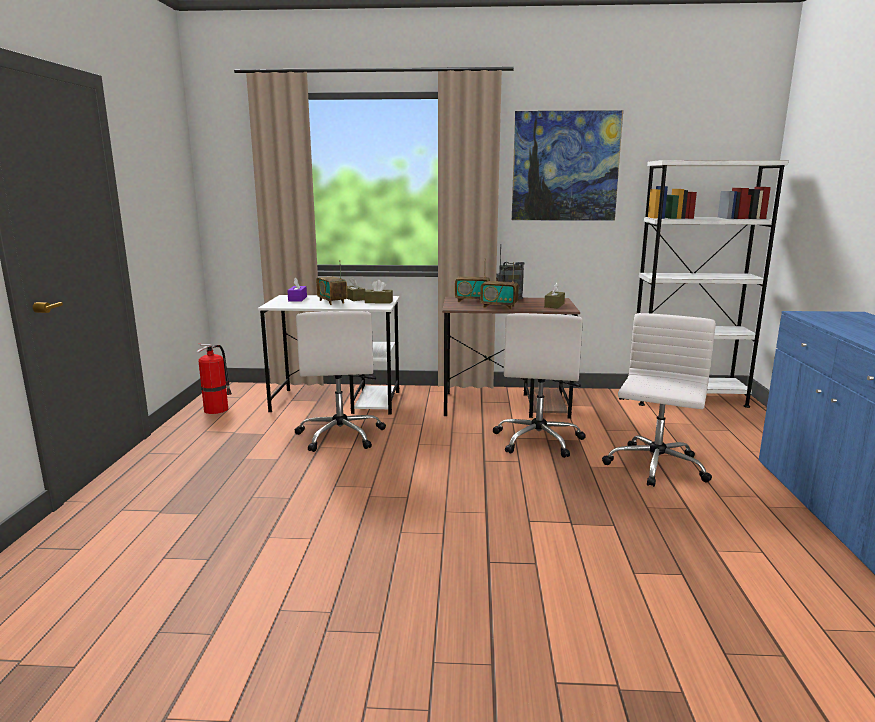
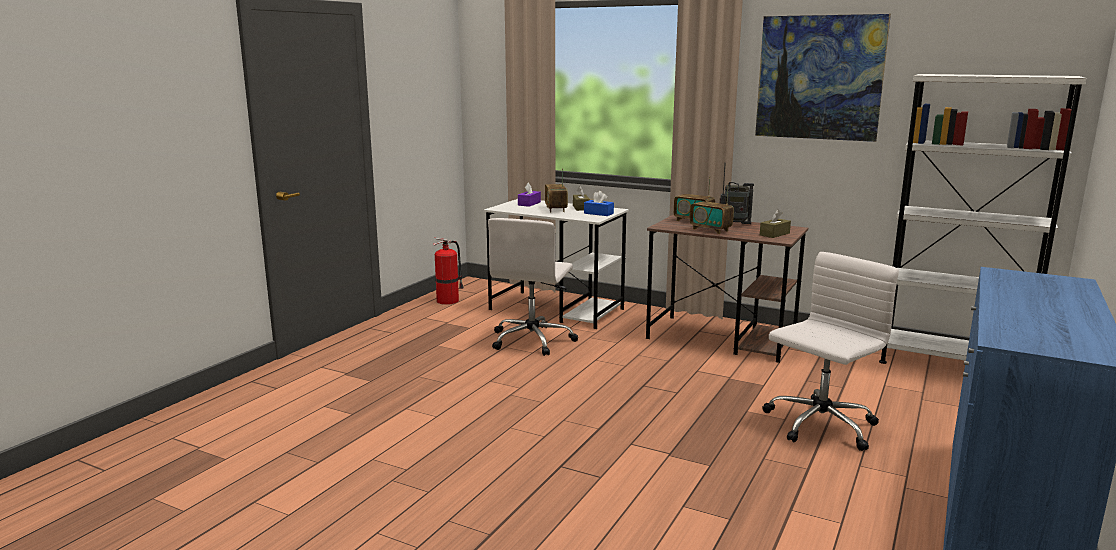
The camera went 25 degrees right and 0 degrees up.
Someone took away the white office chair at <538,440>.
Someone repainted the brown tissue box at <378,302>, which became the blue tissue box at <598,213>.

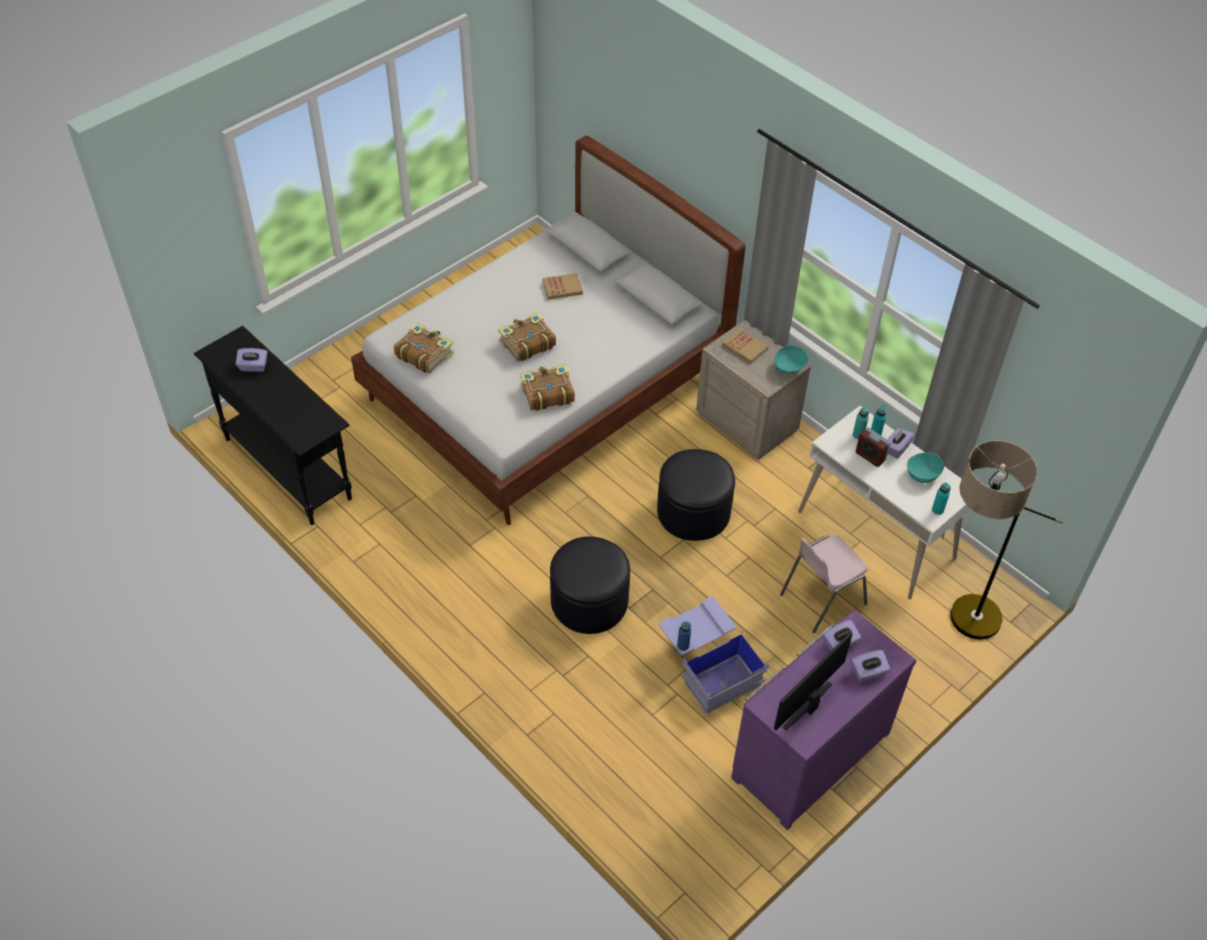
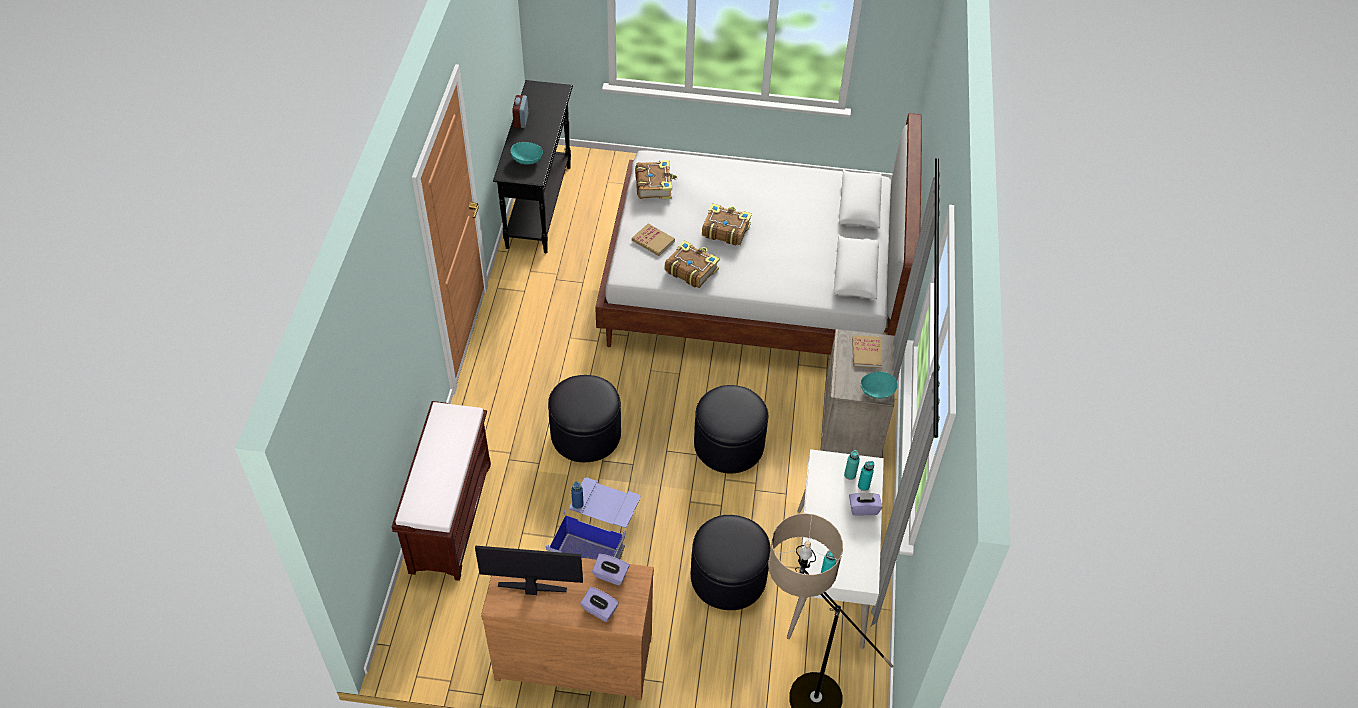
The camera went 50 degrees right and 0 degrees up.
Someone took away the purple tissue box at <253,366>.
Someone put down the brown bench at <450,515>.
Someone carried the book from <562,288> to <653,241>.
Someone carried the alarm clock from <870,456> to <521,120>.
Someone carried the turquoise bowl from <922,474> to <527,160>.
Someone swapped the pink chair at <821,599> for the black ottoman at <728,577>.
Someone repainted the purple dresser at <806,753>, which became the brown dresser at <573,653>.

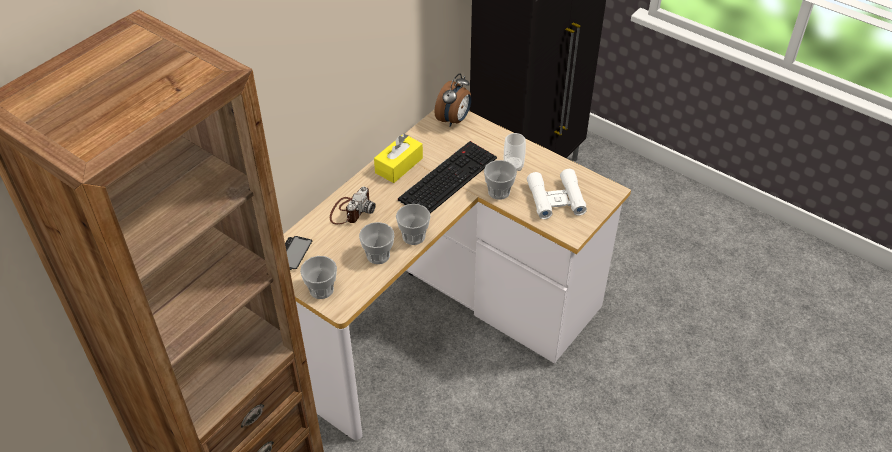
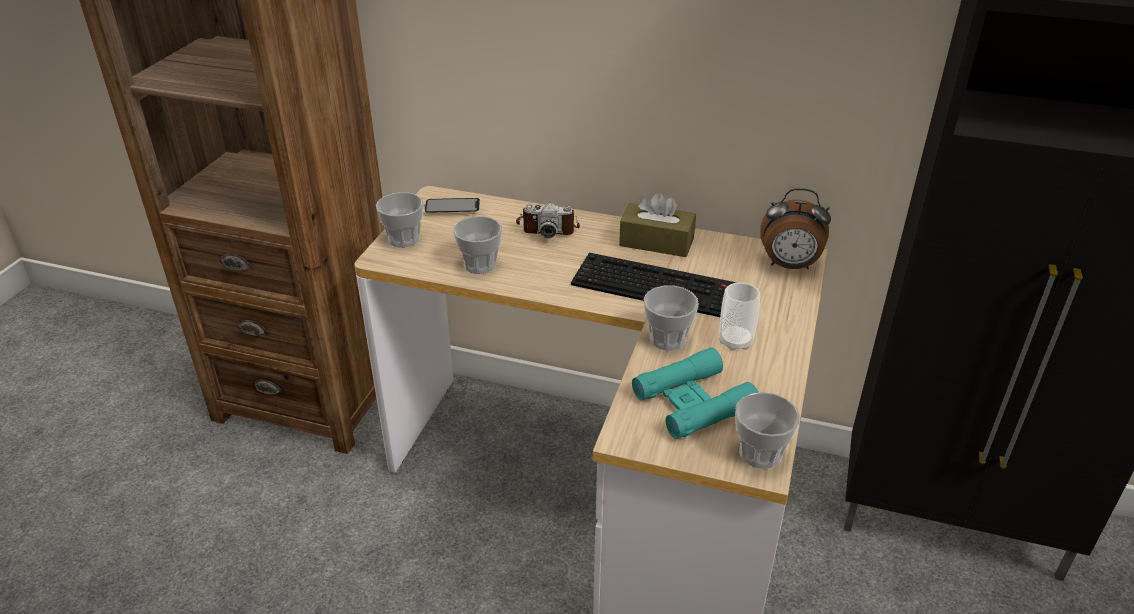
The camera went 70 degrees right and 10 degrees down.
Someone carried the cup from <413,236> to <760,453>.
Someone repainted the yellow tissue box at <399,165>, which became the brown tissue box at <656,242>.
Someone repainted the white binoculars at <556,199>, which became the turquoise binoculars at <693,402>.

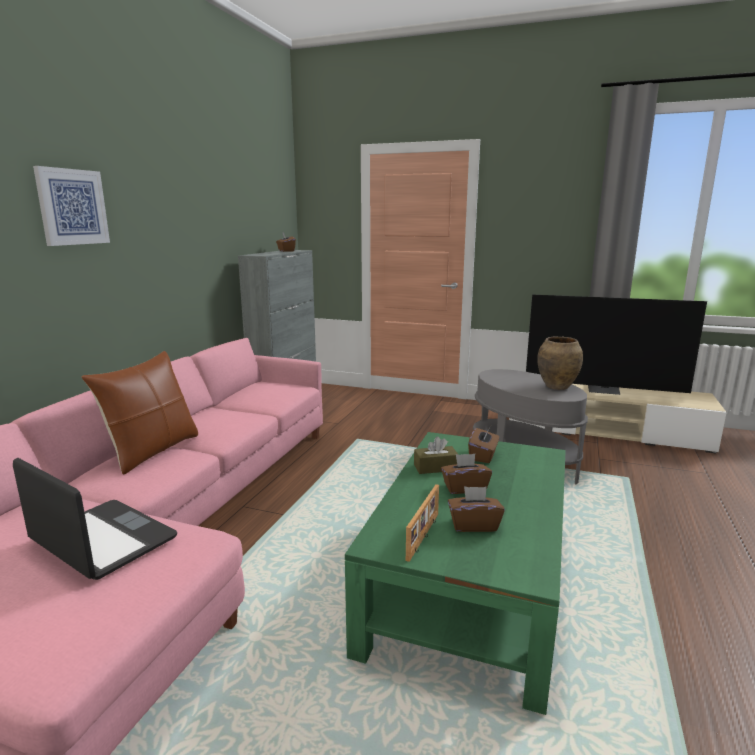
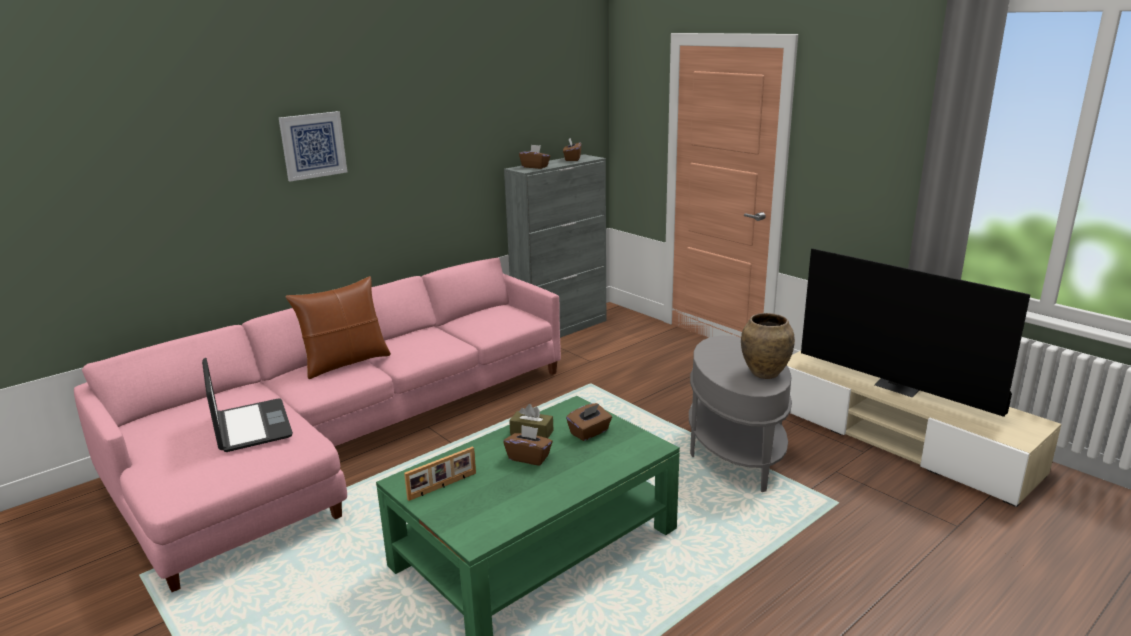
The camera went 30 degrees right and 5 degrees up.
Someone carried the brown tissue box from <473,525> to <535,167>.

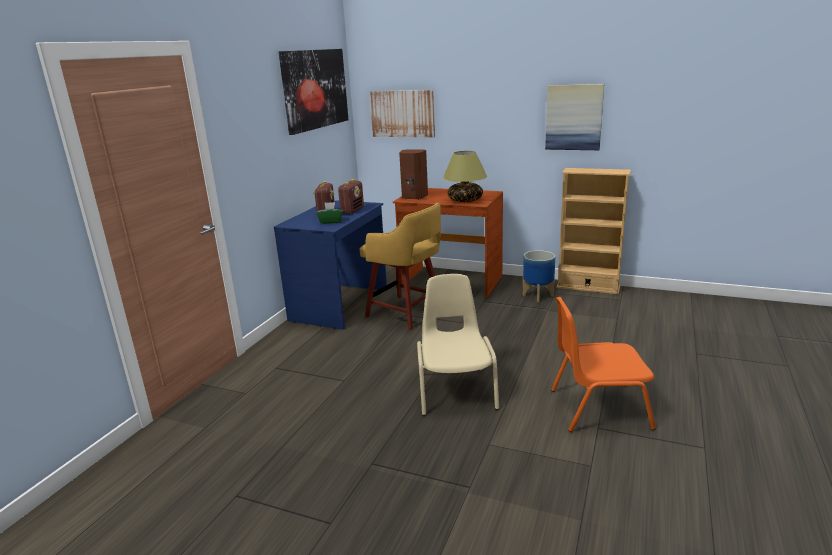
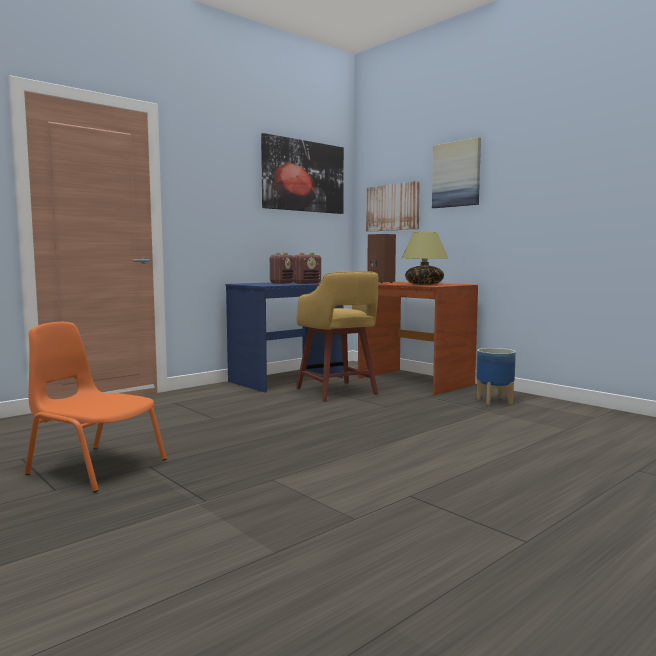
The camera went 25 degrees right and 15 degrees down.
Someone took away the green tissue box at <331,221>.
Someone took away the beige chair at <455,390>.
Someone took away the beige bookcase at <588,287>.
Someone carried the picture from <574,117> to <456,174>.
Someone carried the orange chair from <597,408> to <95,467>.

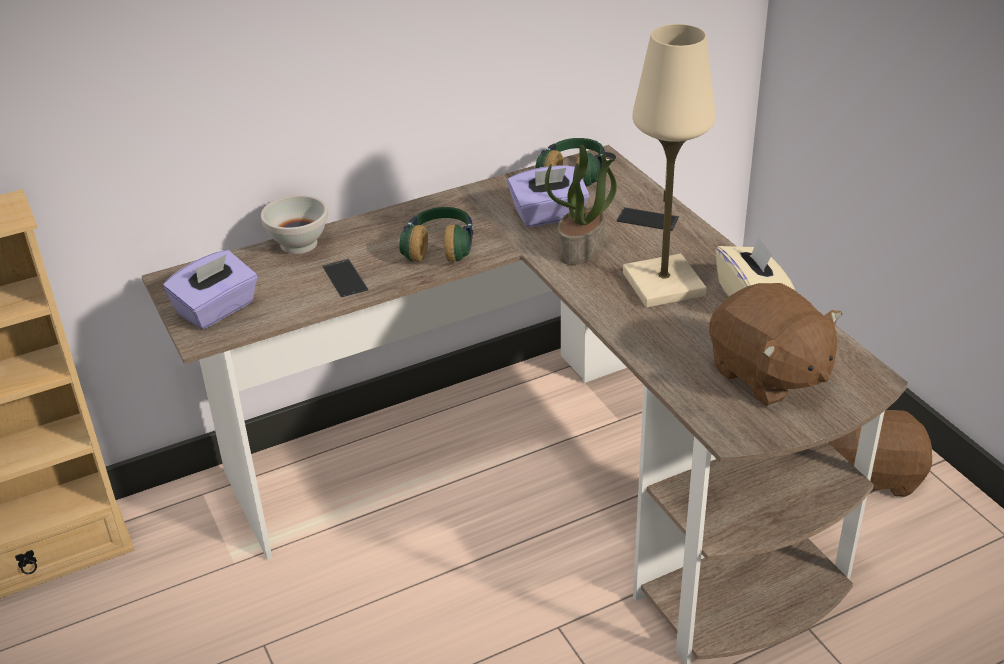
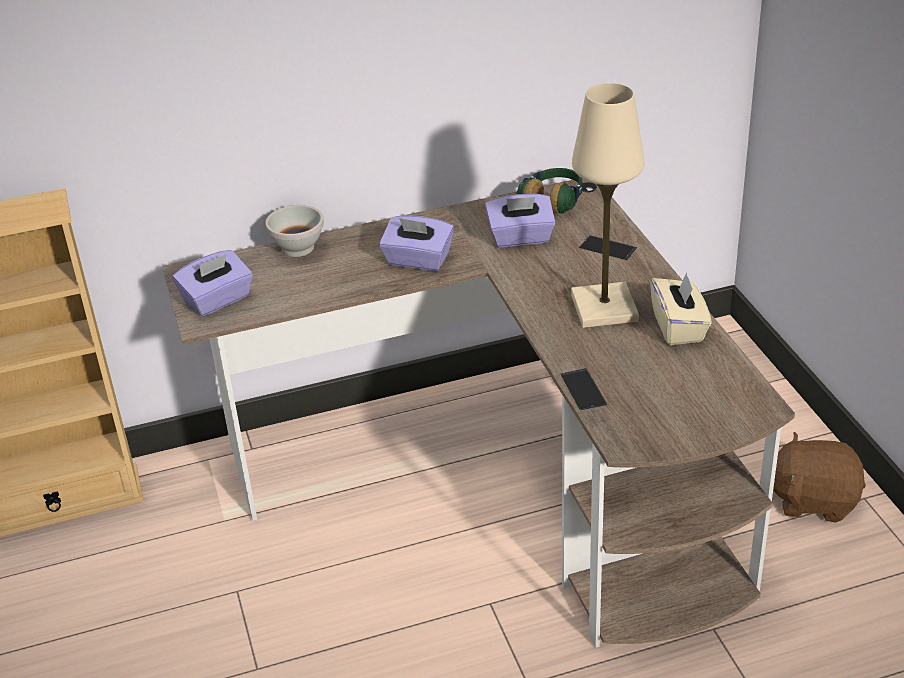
The camera went 10 degrees right and 0 degrees up.
Someone took away the potted plant at <581,249>.
Someone took away the brown plush toy at <768,375>.
Someone carried the phone from <345,278> to <583,389>.
Someone swapped the headphones at <440,248> for the purple tissue box at <418,260>.

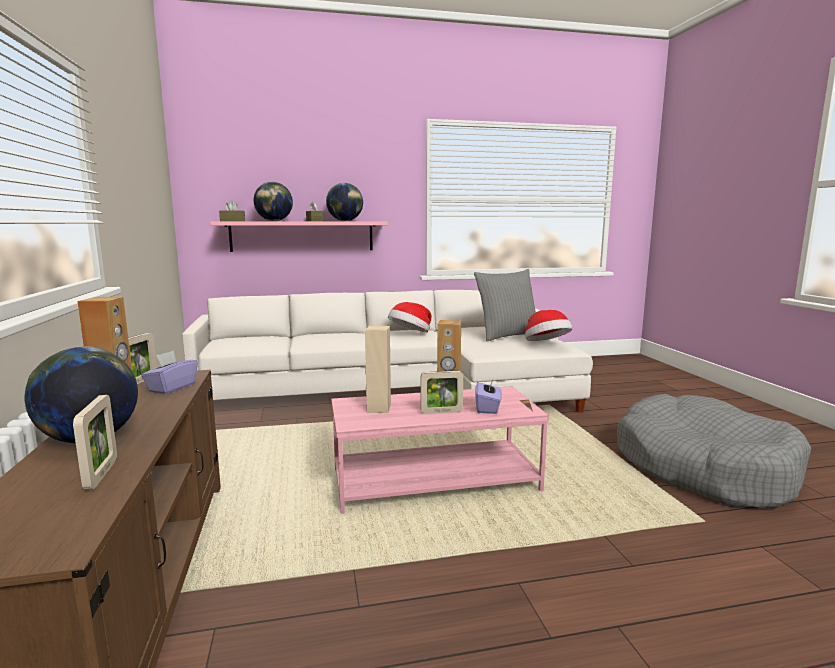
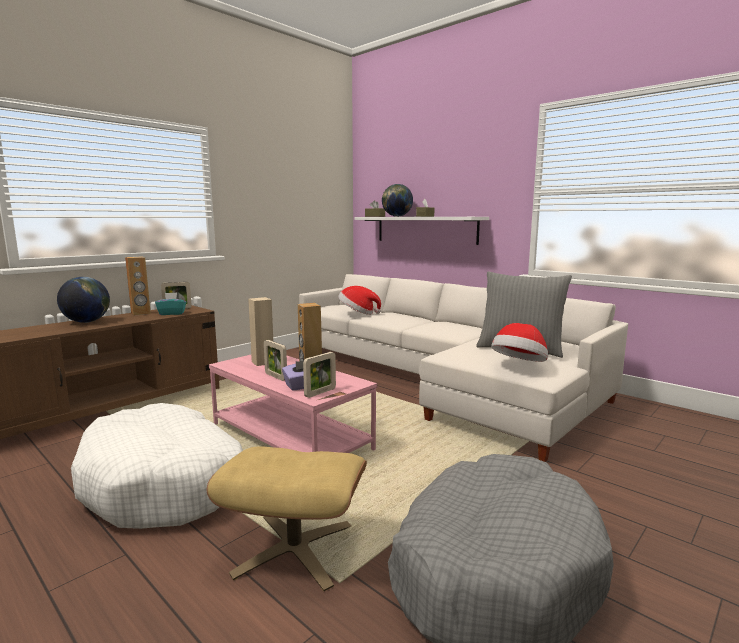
The camera went 55 degrees right and 0 degrees up.
Someone took away the globe at <345,221>.
Someone put down the white dog bed at <166,484>.
Someone put down the beige ottoman at <294,549>.
Someone carried the picture frame from <101,474> to <320,392>.
Someone carried the hat from <410,334> to <358,313>.
Someone repainted the purple tissue box at <171,388>, which became the turquoise tissue box at <172,313>.
Someone repainted the pink shelf at <302,236>, which became the white shelf at <425,229>.

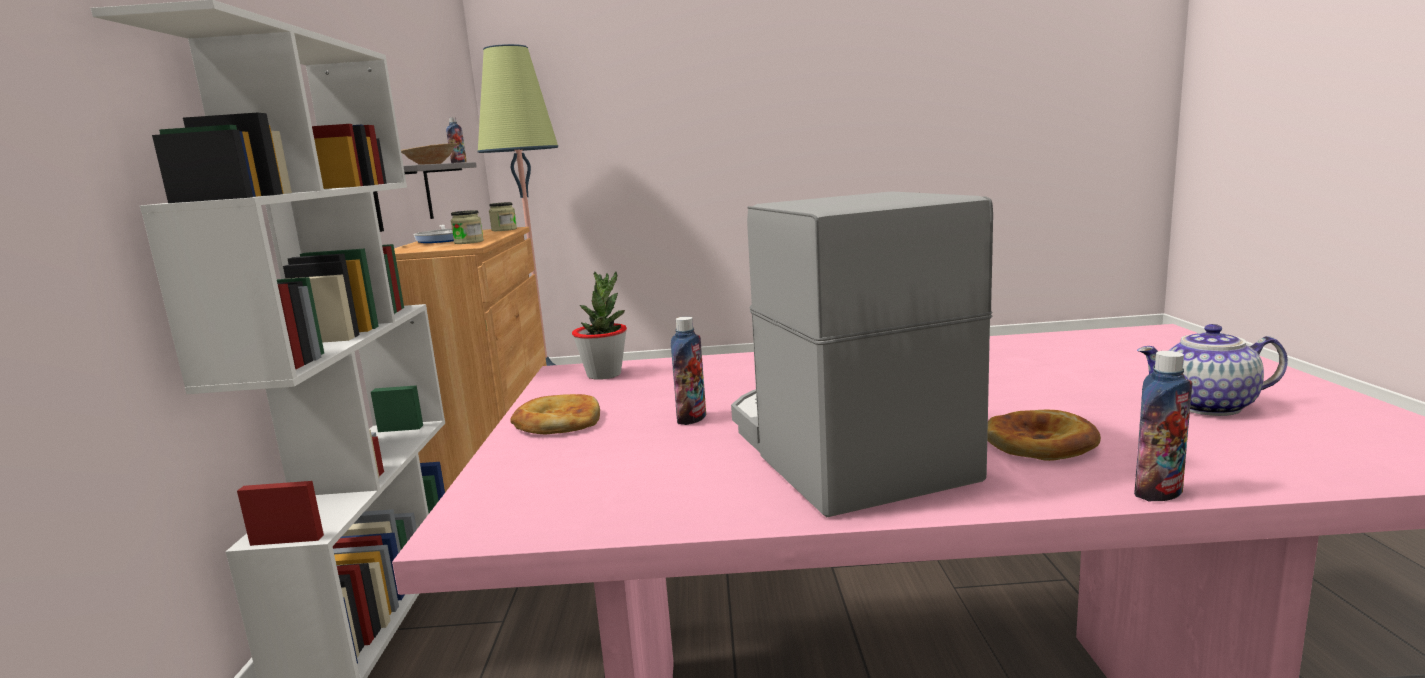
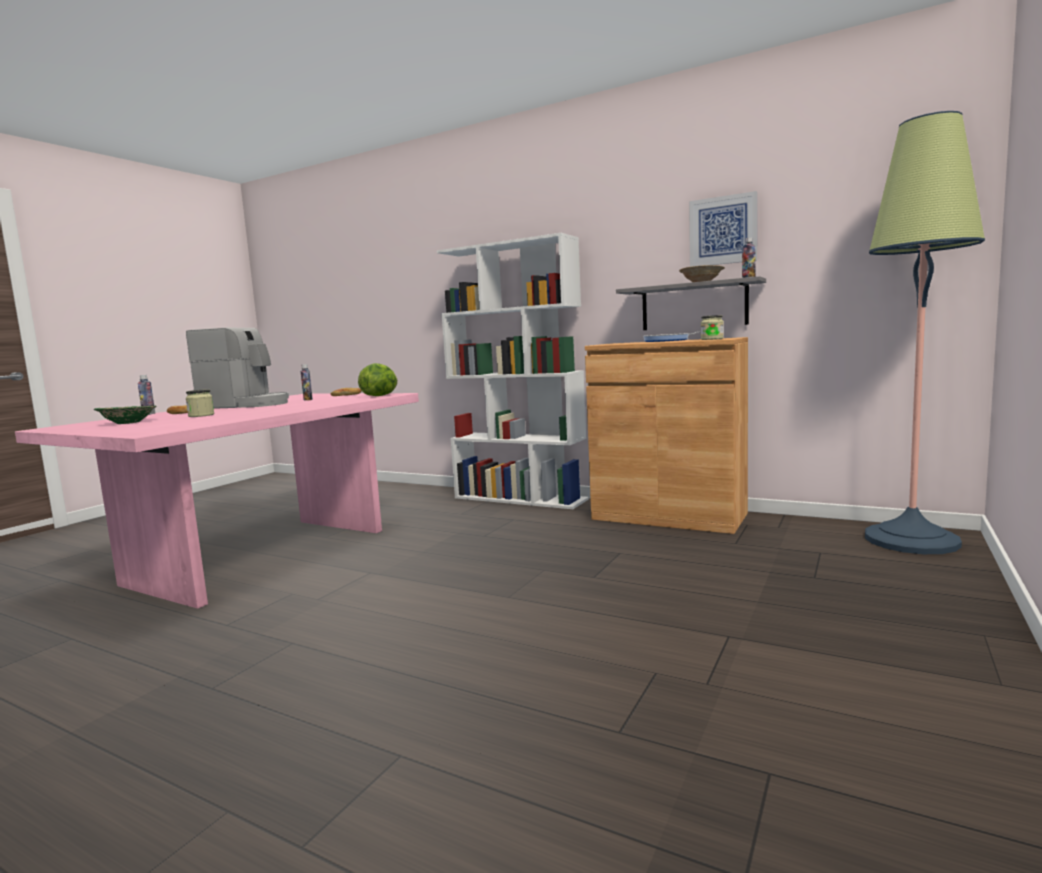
The camera went 120 degrees right and 5 degrees down.
Someone put up the picture at <723,230>.
Someone carried the jar from <469,242> to <201,415>.
Someone swapped the potted plant at <604,374> for the lettuce at <380,395>.
Someone swapped the teapot at <1207,407> for the green bowl at <128,423>.

